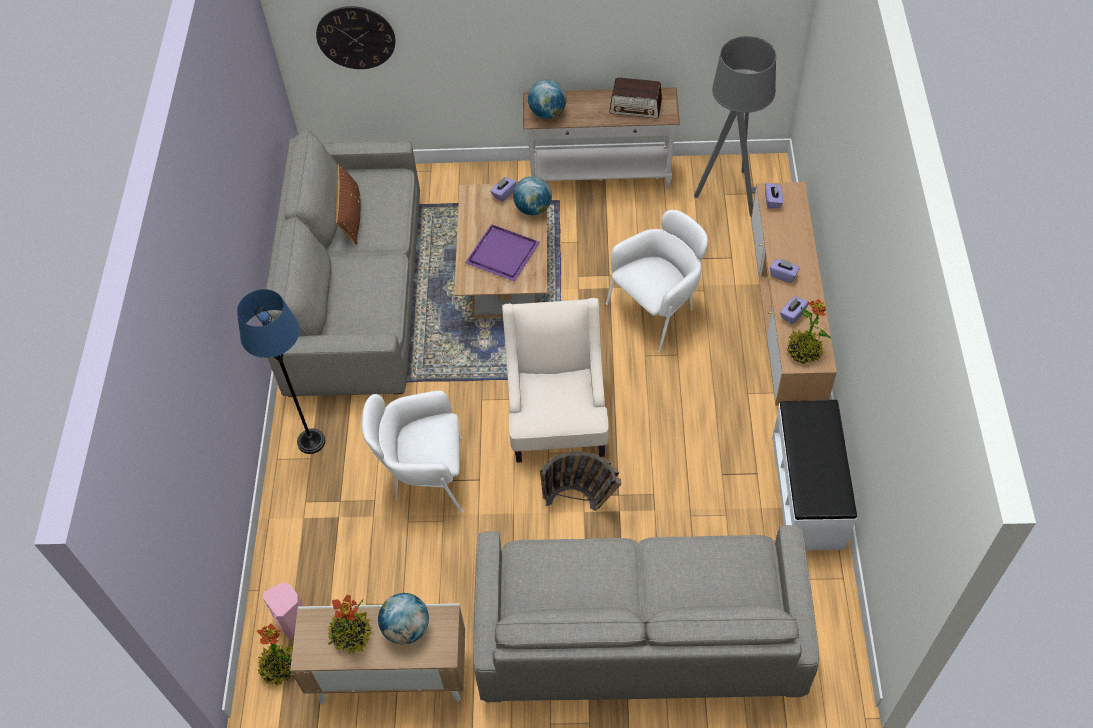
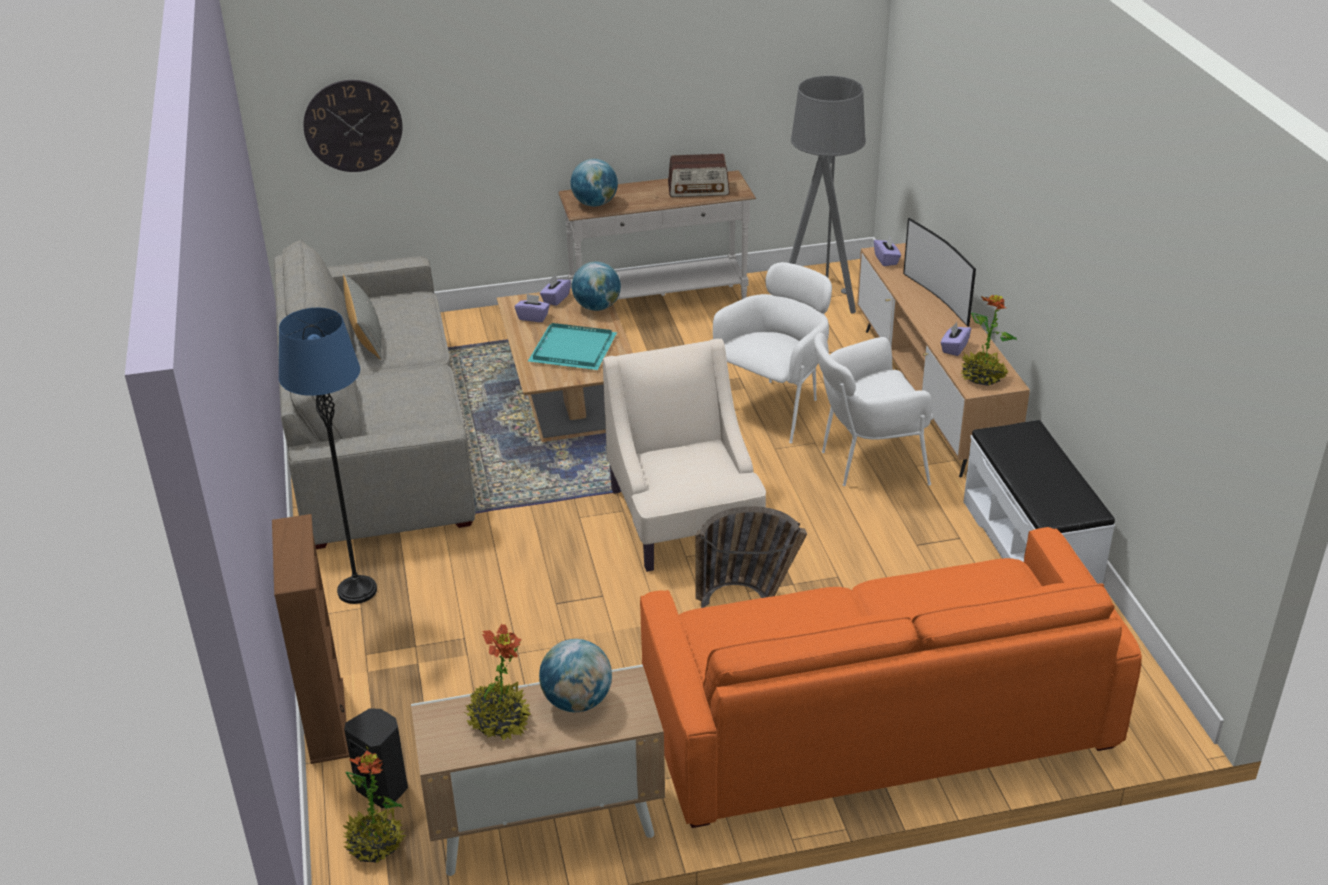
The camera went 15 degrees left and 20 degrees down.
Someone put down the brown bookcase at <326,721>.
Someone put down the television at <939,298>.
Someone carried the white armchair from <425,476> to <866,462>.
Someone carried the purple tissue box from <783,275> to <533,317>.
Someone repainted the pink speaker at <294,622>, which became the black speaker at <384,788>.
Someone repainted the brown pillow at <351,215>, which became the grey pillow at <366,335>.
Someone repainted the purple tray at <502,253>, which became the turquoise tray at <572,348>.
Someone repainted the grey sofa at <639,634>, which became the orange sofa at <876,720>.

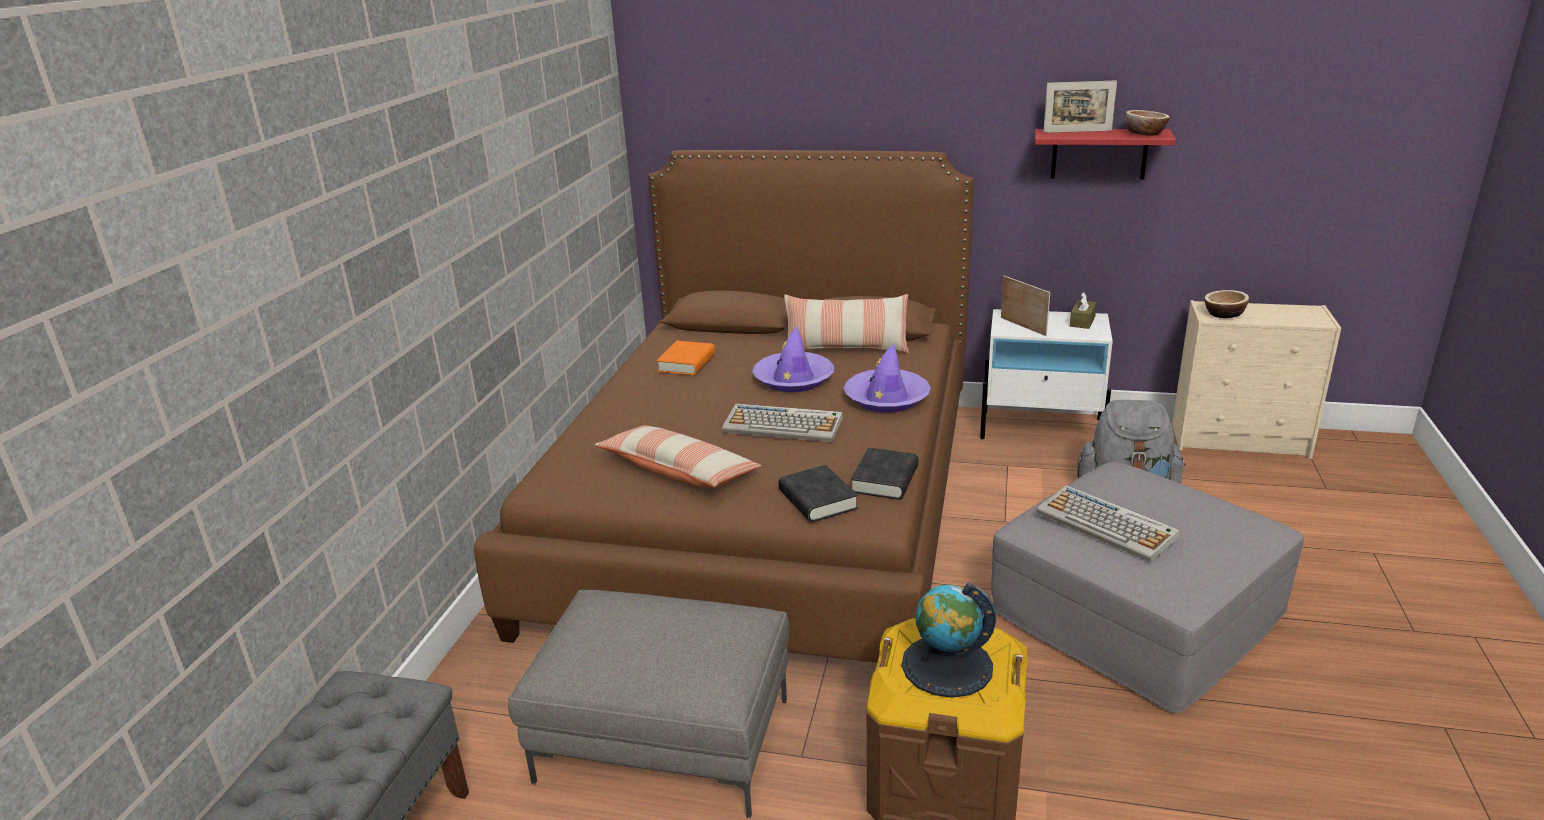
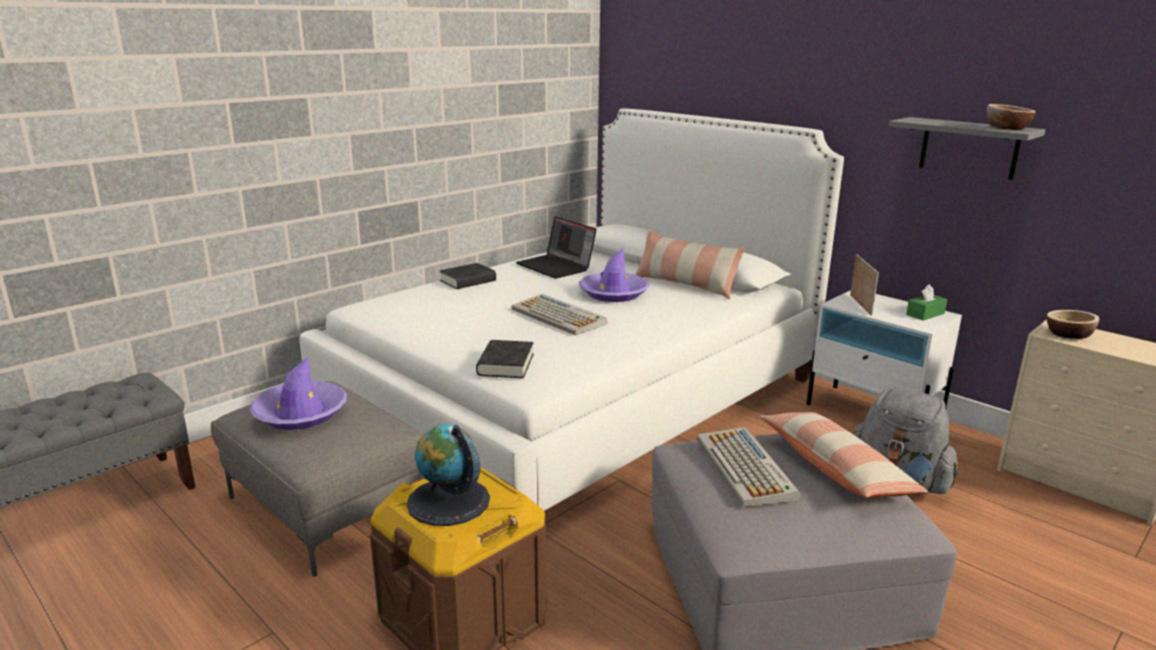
The camera went 30 degrees right and 5 degrees down.
Someone took away the picture frame at <1077,131>.
Someone carried the pillow from <678,471> to <835,469>.
Someone carried the purple hat from <886,398> to <300,413>.
Someone carried the black book from <885,480> to <468,281>.
Someone swapped the orange book at <687,363> for the laptop at <556,267>.
Someone repainted the brown bed at <765,506>, which became the white bed at <576,395>.
Someone repainted the red shelf at <1099,153>, which became the grey shelf at <969,148>.
Someone repainted the brown tissue box at <1082,321>, which became the green tissue box at <925,314>.

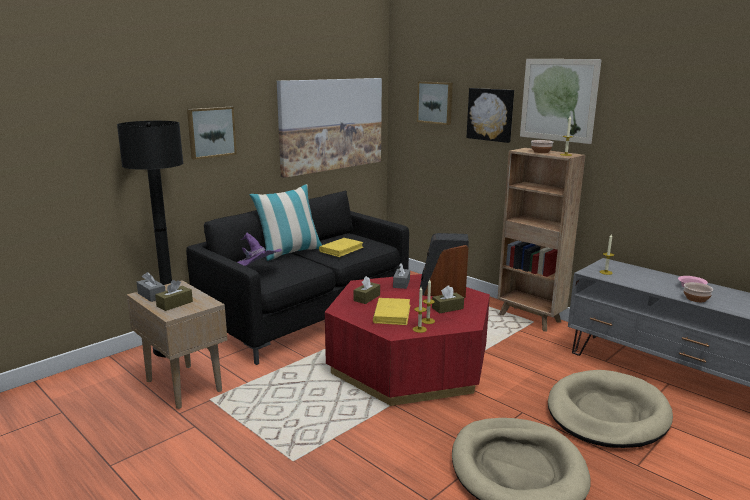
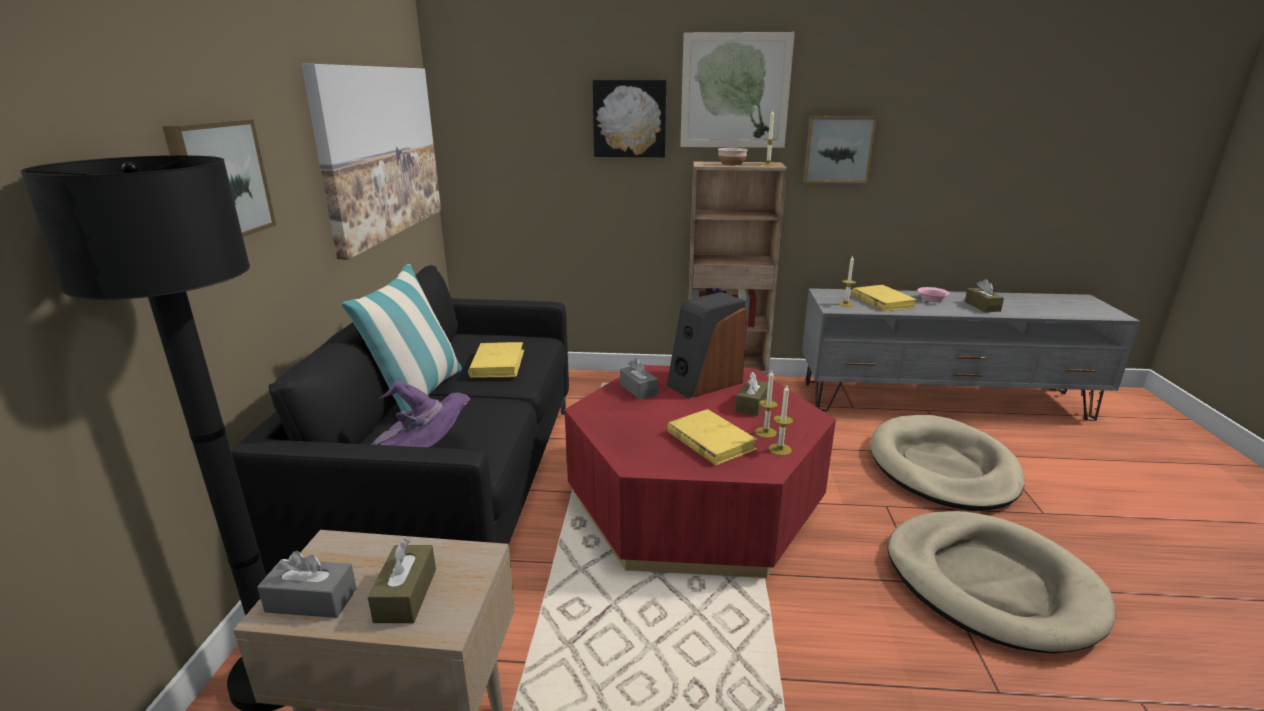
The camera went 40 degrees left and 5 degrees up.
Someone took away the bowl at <695,298>.
Someone put down the yellow book at <882,301>.
Someone carried the brown tissue box from <367,298> to <982,306>.
Someone carried the picture from <435,102> to <838,149>.

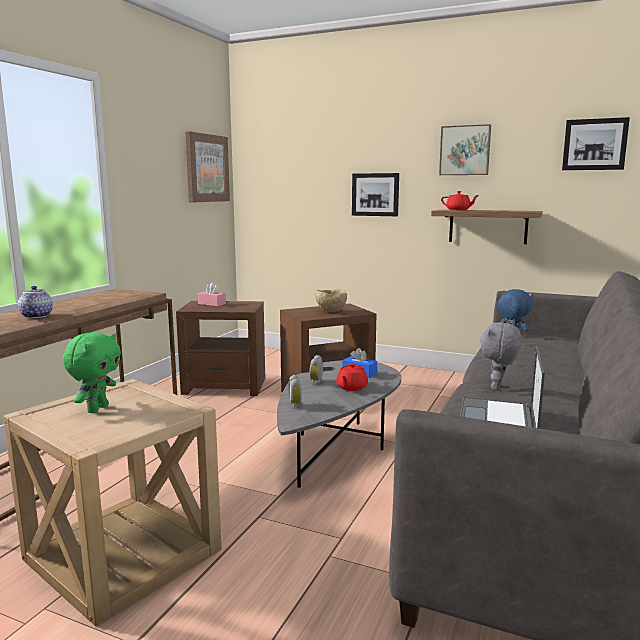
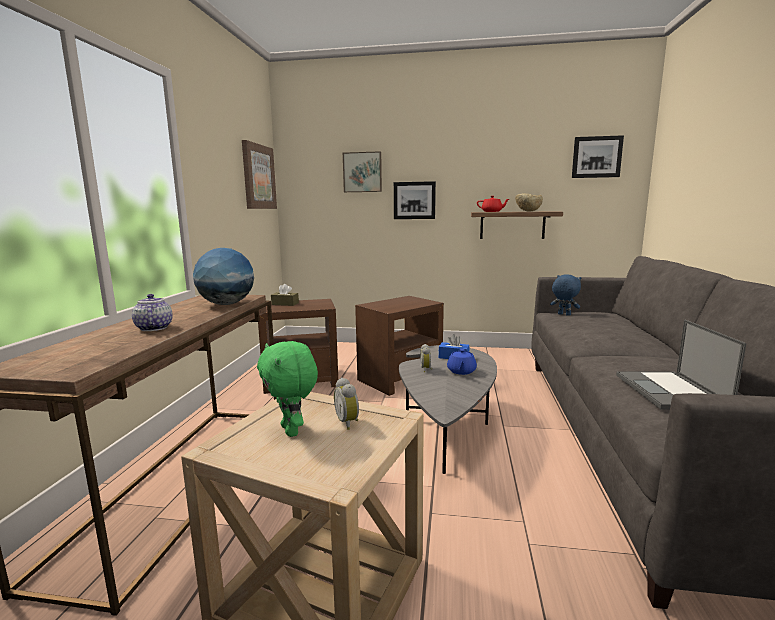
The camera went 15 degrees left and 0 degrees up.
Someone took away the grey plush toy at <498,388>.
Someone put down the globe at <226,304>.
Someone carried the alarm clock from <296,405> to <348,422>.
Someone carried the beige bowl from <330,311> to <528,211>.
Someone carried the picture from <465,150> to <362,172>.
Someone repainted the pink tissue box at <212,304>, which became the brown tissue box at <285,304>.
Someone repainted the red teapot at <351,387>, which became the blue teapot at <461,371>.
Someone rotated the green plush toy at <97,409> by 150 degrees clockwise.

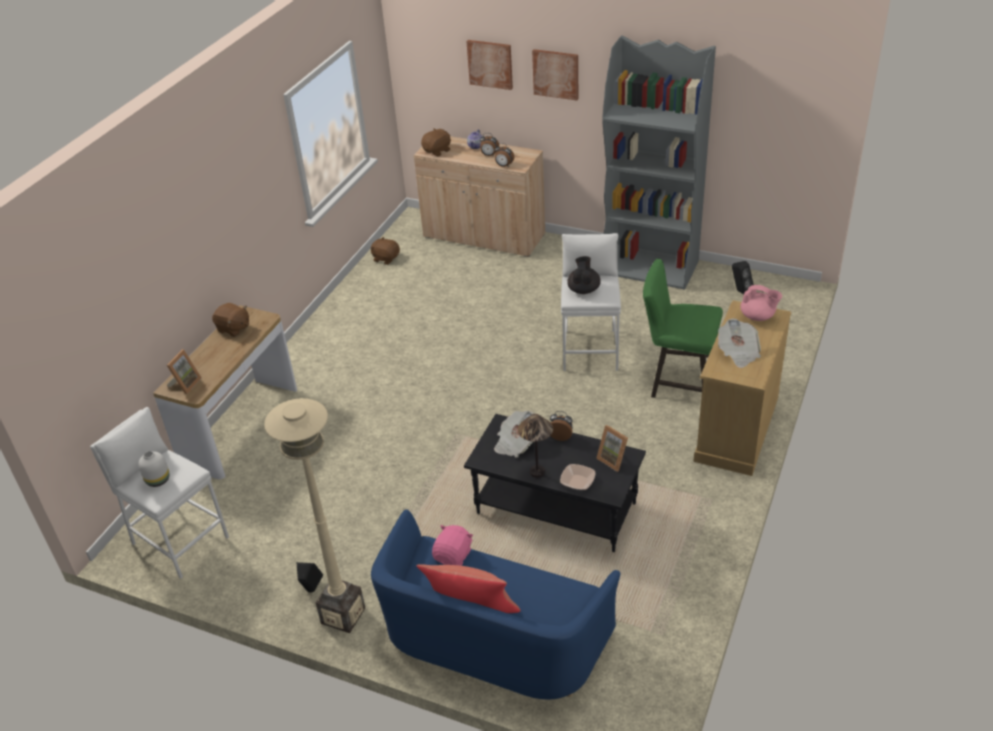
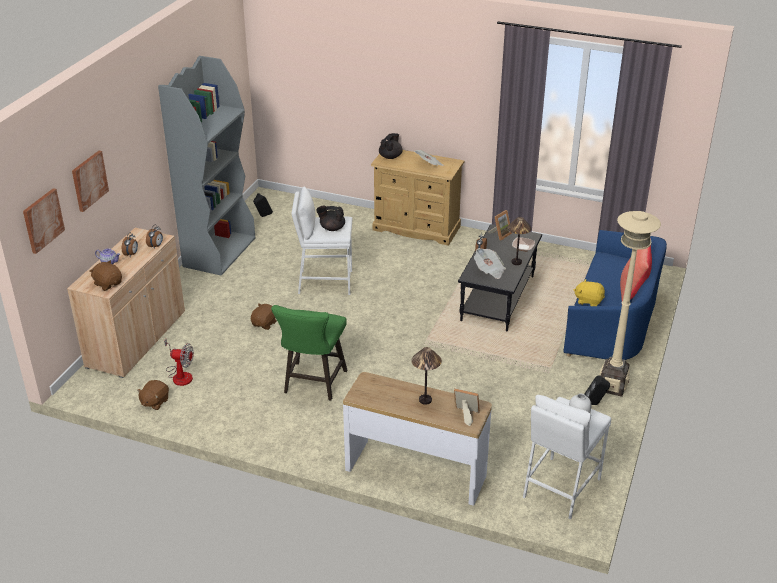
The camera went 95 degrees left and 5 degrees down.
Someone put down the fan at <180,375>.
Someone put down the table lamp at <425,400>.
Someone carried the brown plush toy from <233,329> to <265,324>.
Someone carried the picture from <556,74> to <42,220>.
Someone carried the green stool from <677,382> to <313,384>.
Someone repainted the pink plush toy at <453,555>, which became the yellow plush toy at <588,301>.
Someone repainted the pink teapot at <758,316>, which became the black teapot at <390,156>.

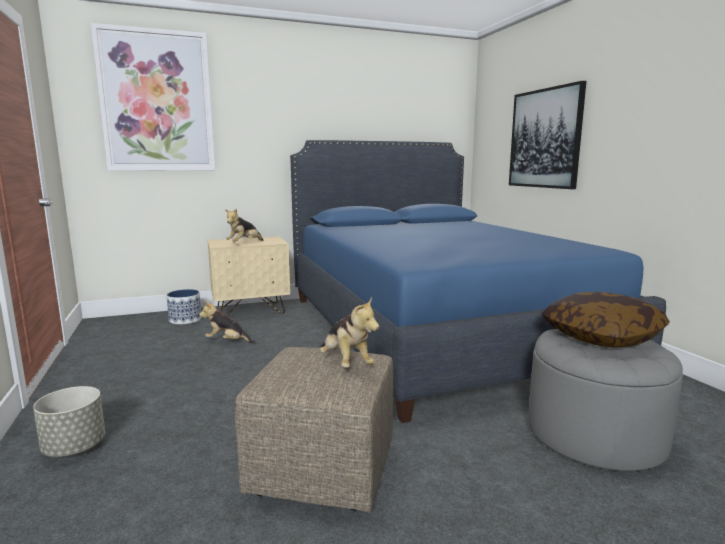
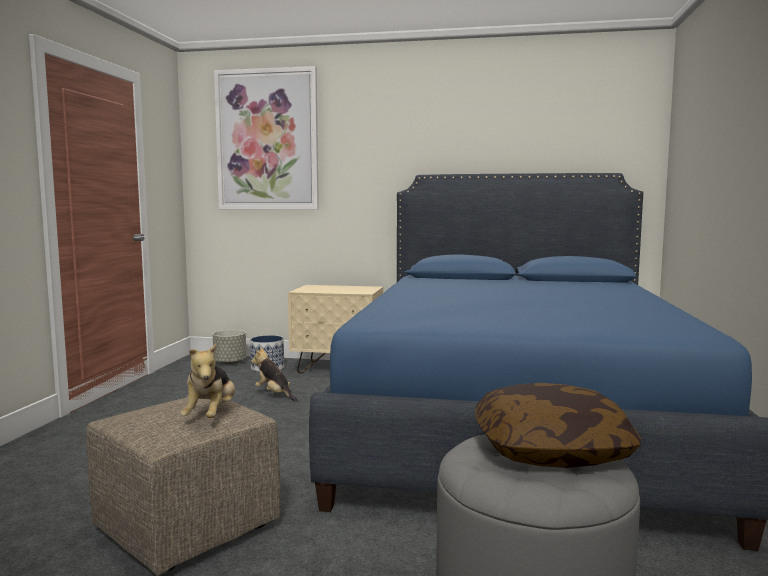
The camera went 30 degrees right and 5 degrees down.
Someone took away the plush toy at <244,244>.
Someone took away the picture at <545,138>.
Someone carried the grey planter from <74,448> to <230,362>.

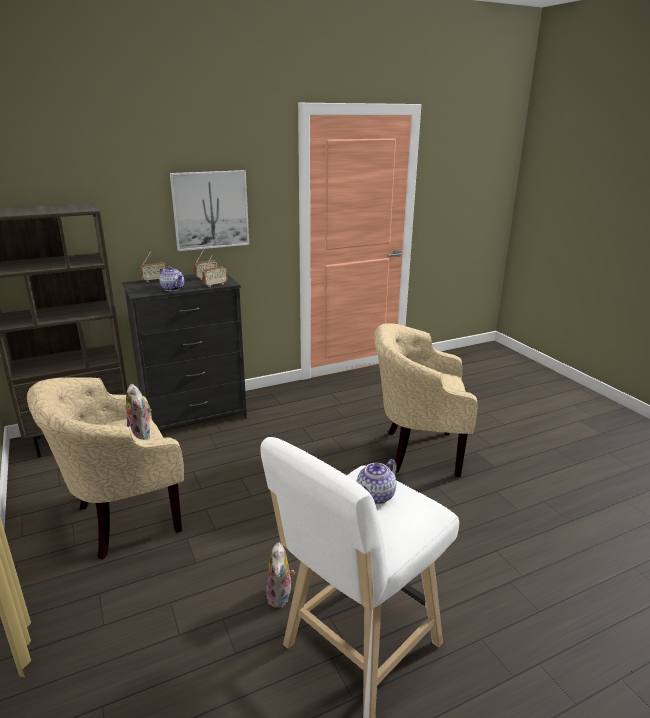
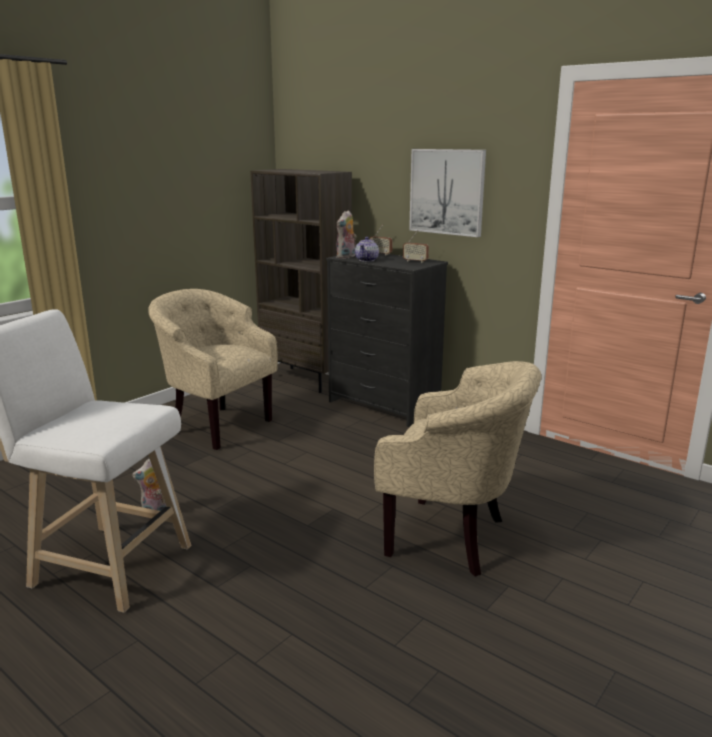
The camera went 65 degrees right and 5 degrees down.
Someone took away the radio at <215,285>.
Someone took away the teapot at <376,496>.
Someone carried the plush toy from <142,437> to <346,257>.
Someone rotated the beige armchair at <416,452> by 135 degrees clockwise.

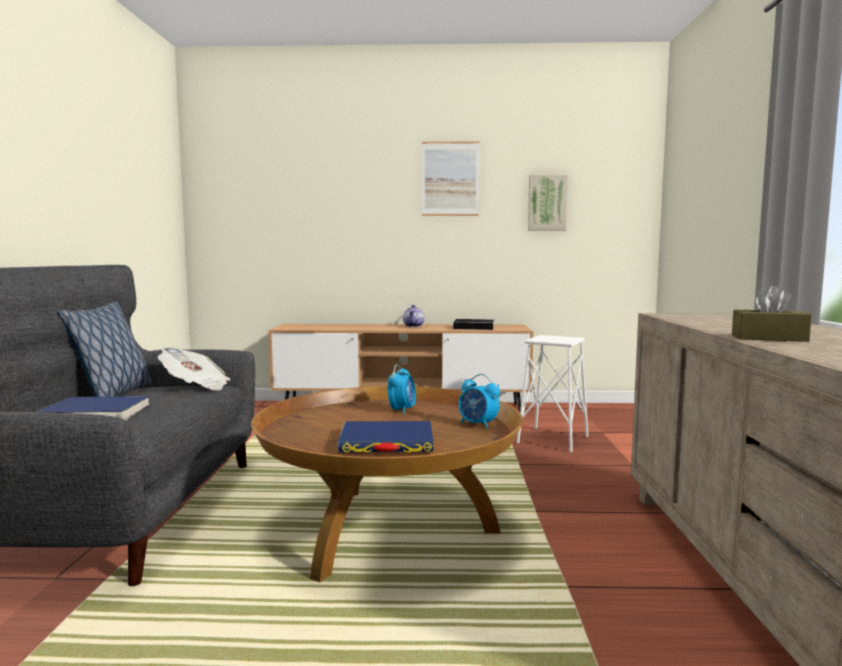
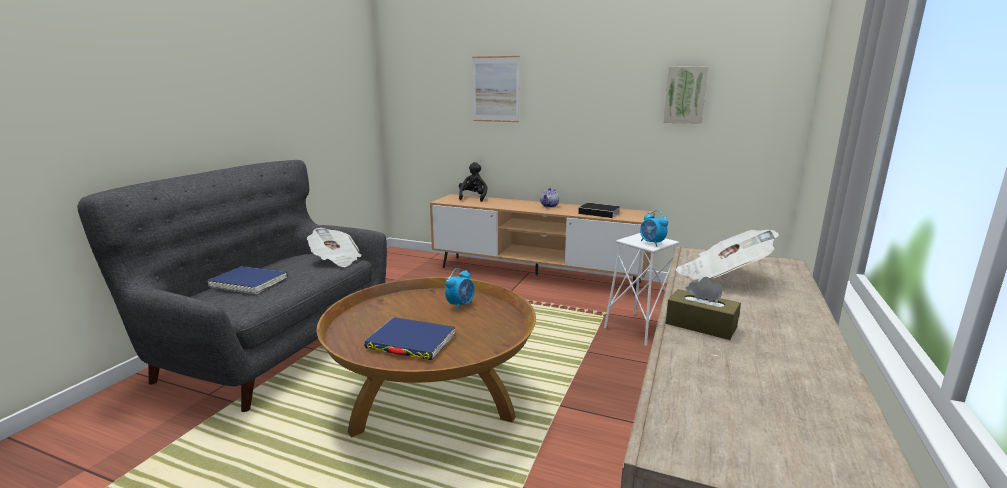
The camera went 20 degrees right and 10 degrees up.
Someone took away the pillow at <113,395>.
Someone put down the black plush toy at <473,198>.
Someone put down the newspaper at <721,277>.
Someone carried the picture from <450,179> to <495,89>.
Someone carried the alarm clock from <478,425> to <652,243>.

